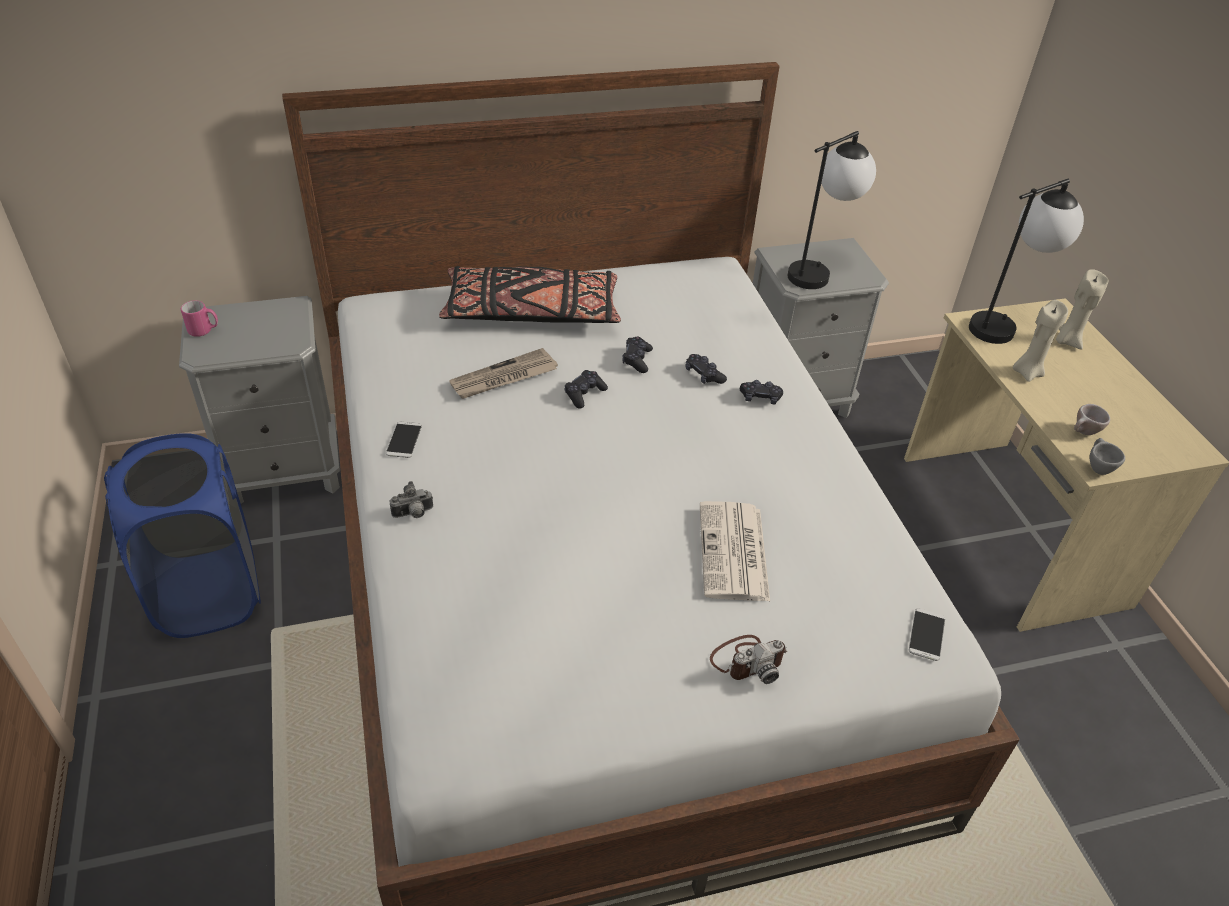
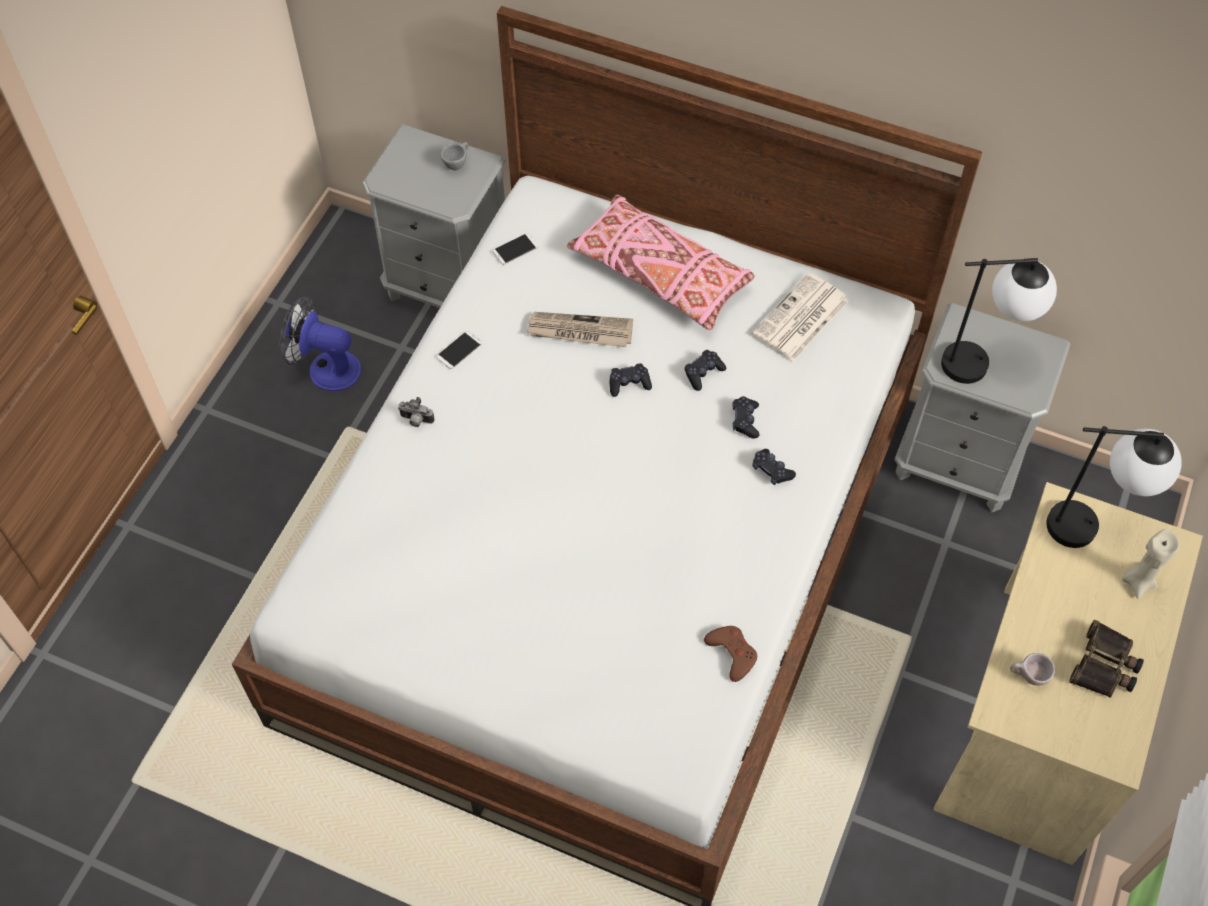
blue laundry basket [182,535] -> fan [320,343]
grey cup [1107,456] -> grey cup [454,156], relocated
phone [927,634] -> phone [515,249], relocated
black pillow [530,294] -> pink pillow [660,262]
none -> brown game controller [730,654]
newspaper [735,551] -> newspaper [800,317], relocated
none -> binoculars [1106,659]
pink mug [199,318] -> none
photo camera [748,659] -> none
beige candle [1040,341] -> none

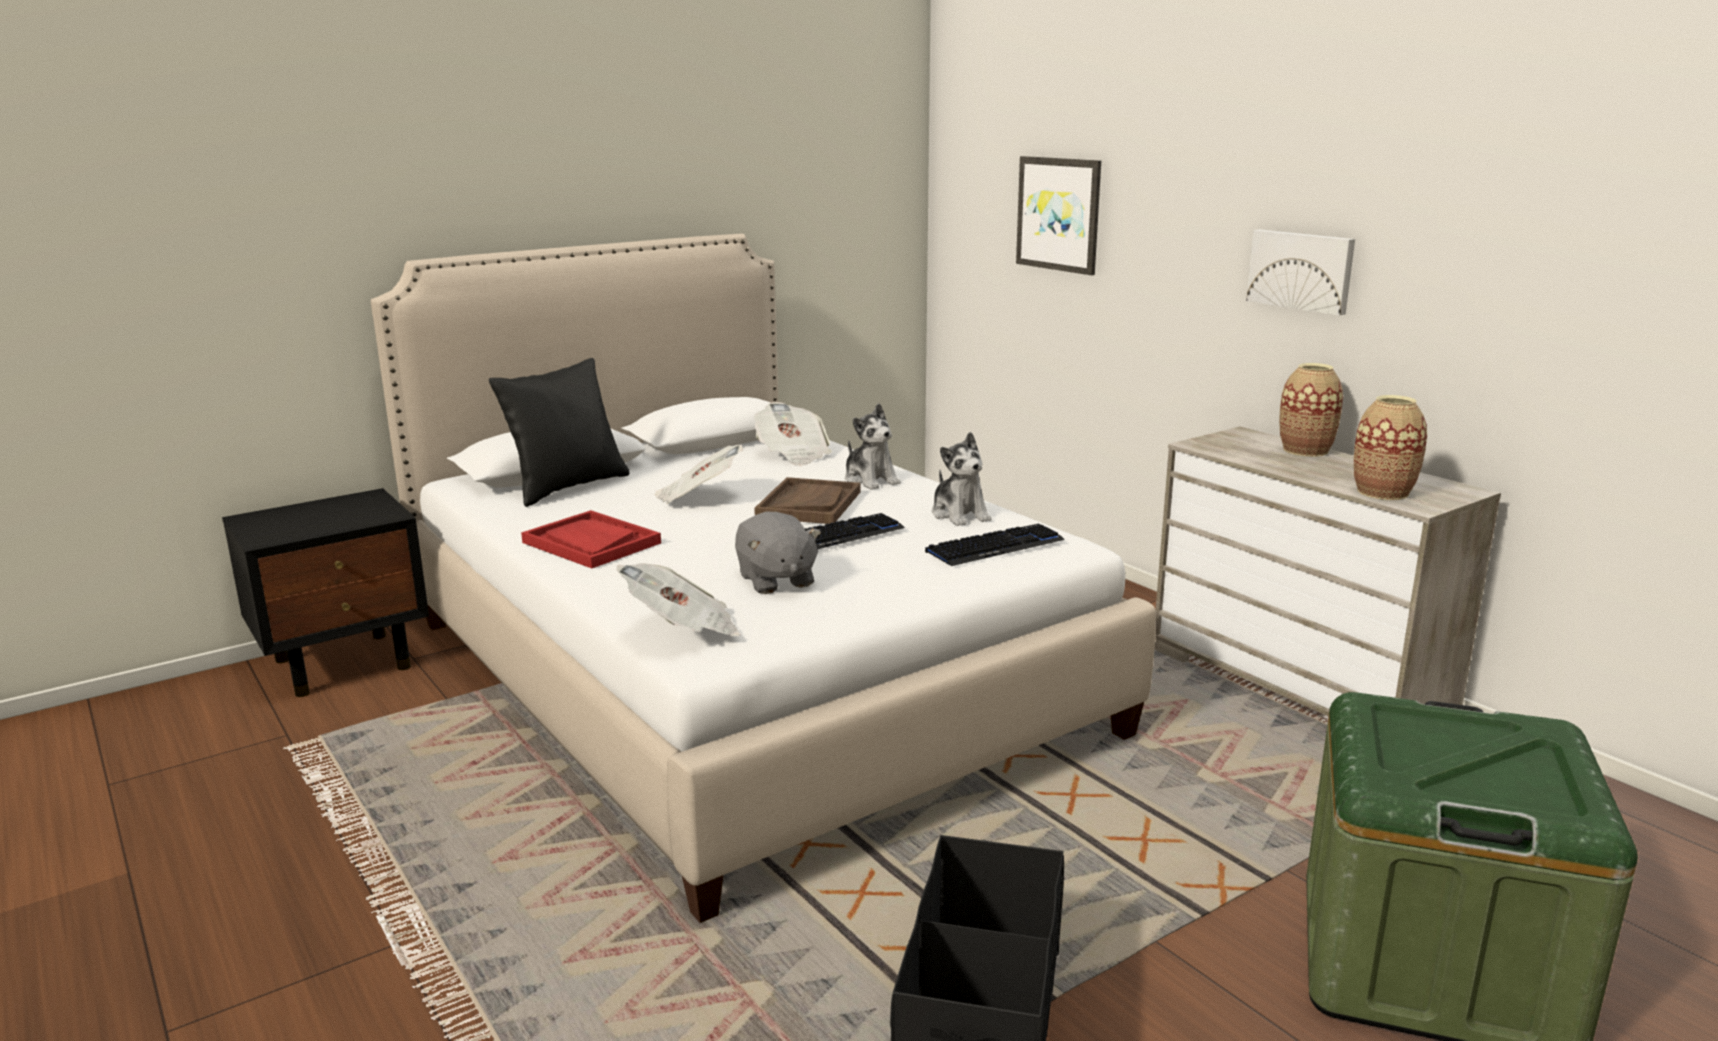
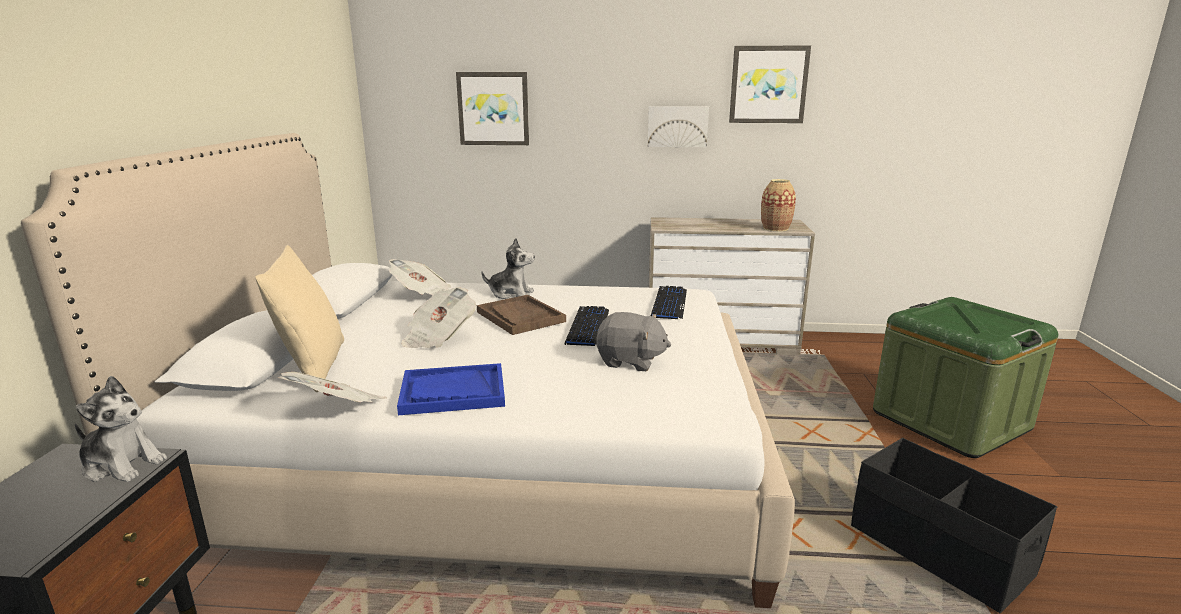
plush toy [961,479] -> plush toy [121,429], relocated
black pillow [559,432] -> beige pillow [299,318]
newspaper [678,599] -> newspaper [332,387], relocated
red tray [591,539] -> blue tray [451,389]
none -> picture [770,84]
vase [1311,410] -> none

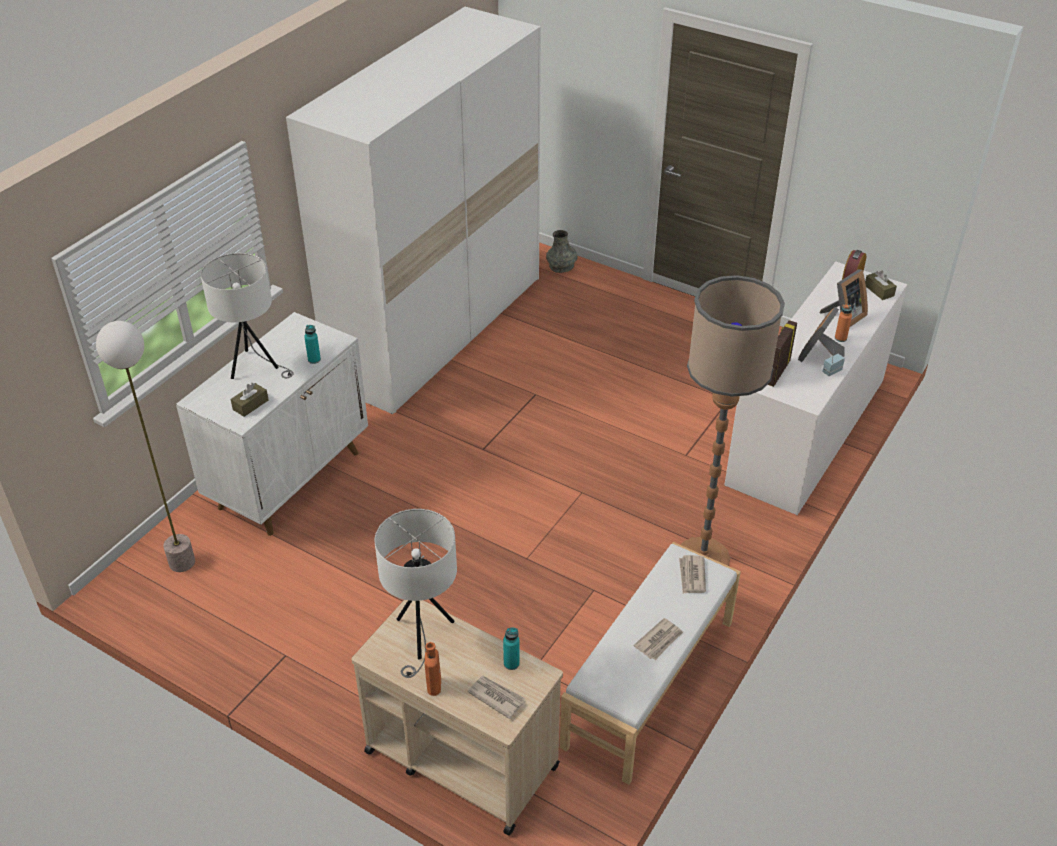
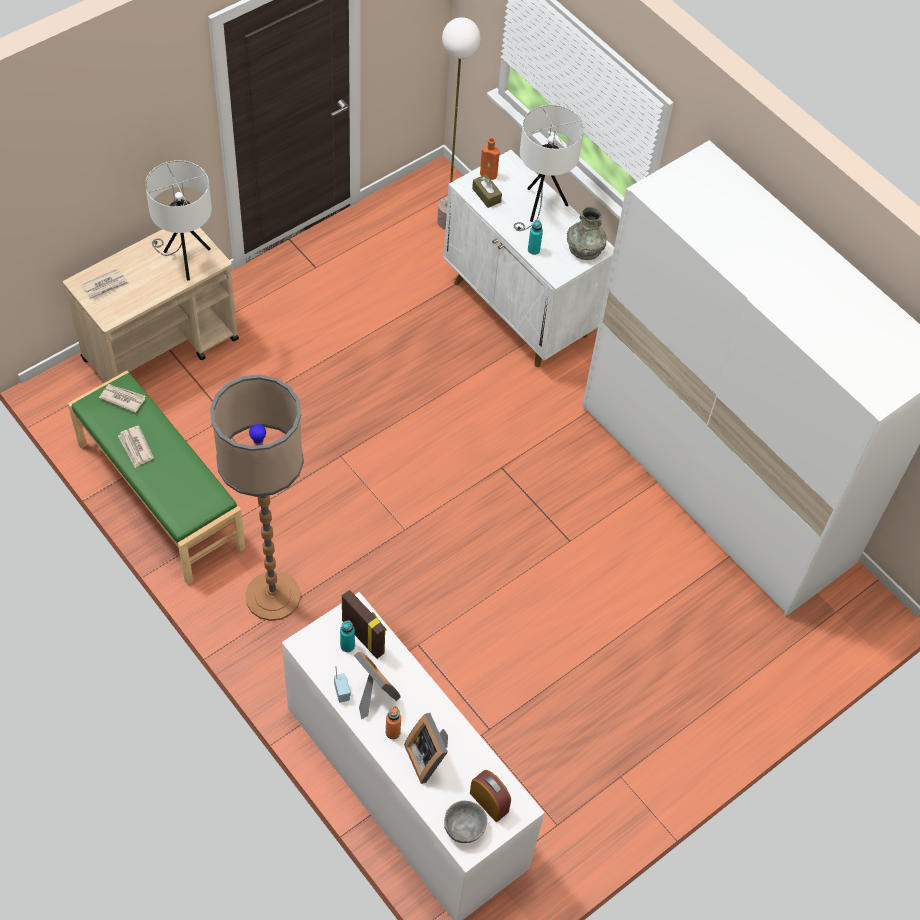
white bench [650,663] -> green bench [157,478]
newspaper [692,574] -> newspaper [122,398], relocated
turquoise bottle [511,648] -> turquoise bottle [347,636], relocated
brown tissue box [881,285] -> grey bowl [465,821]
orange bottle [433,669] -> orange bottle [490,159], relocated
grey vase [562,251] -> grey vase [587,233], relocated

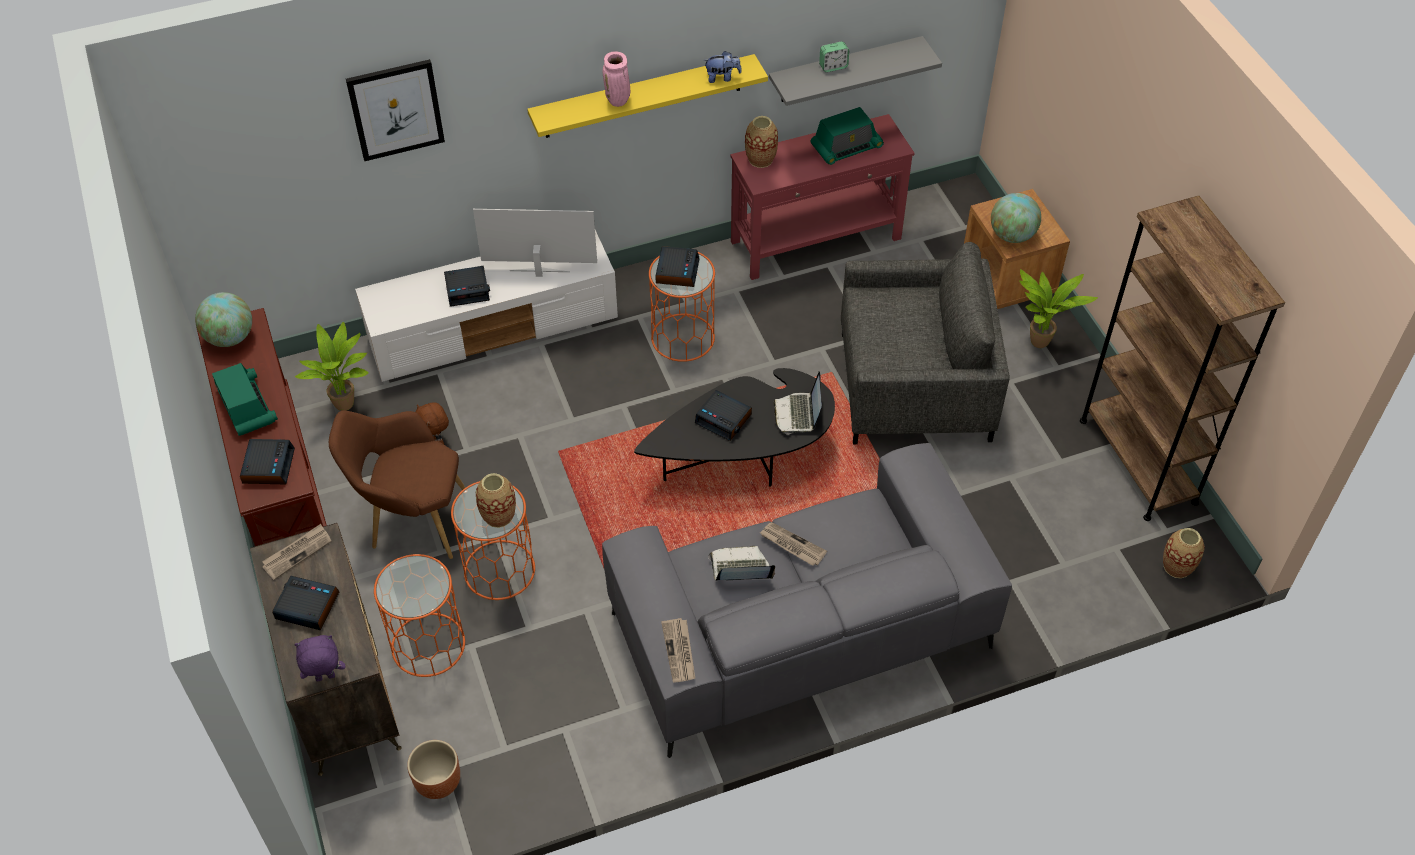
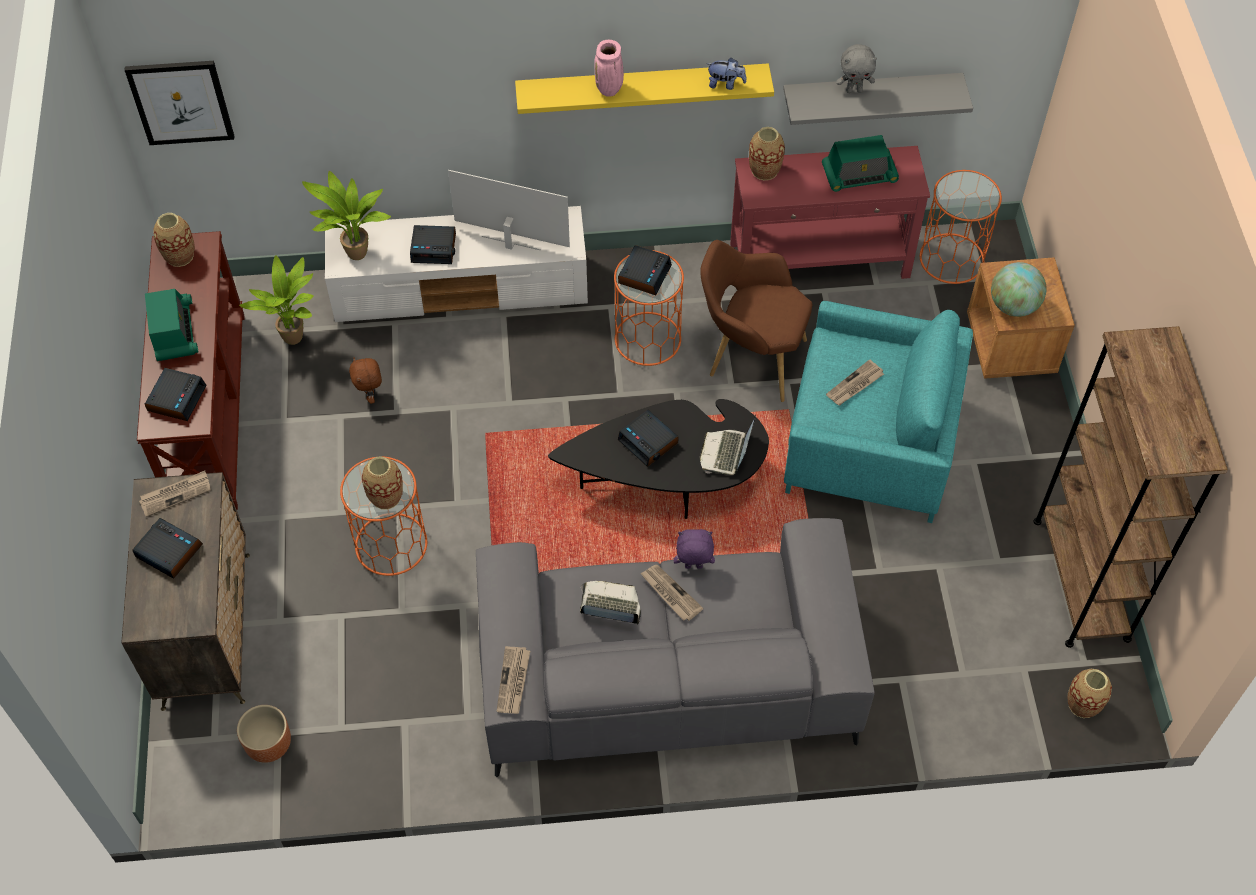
picture [395,110] -> picture [179,103], relocated
globe [223,319] -> vase [174,240]
potted plant [1058,308] -> potted plant [346,215], relocated
purple plush toy [319,658] -> purple plush toy [694,549], relocated
brown armchair [397,484] -> brown armchair [756,321], relocated
grey armchair [925,343] -> turquoise armchair [878,412]
none -> newspaper [855,382]
alarm clock [834,57] -> grey plush toy [856,68]
orange side table [419,615] -> orange side table [961,227], relocated

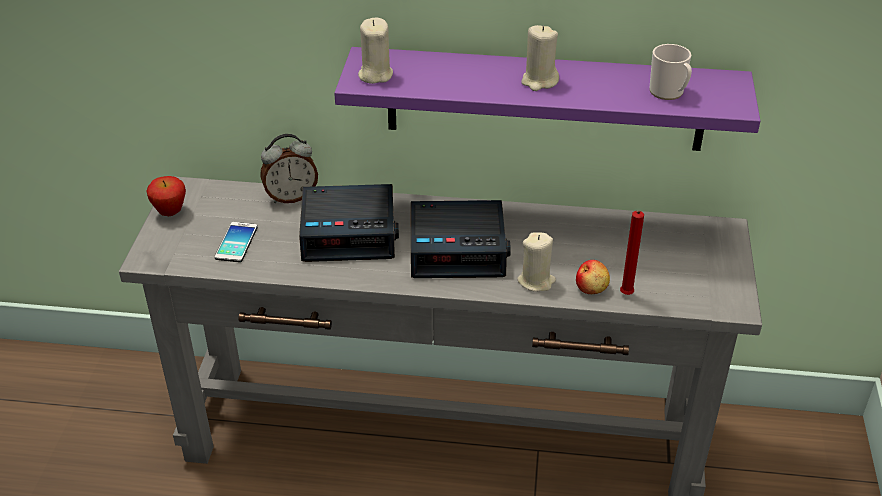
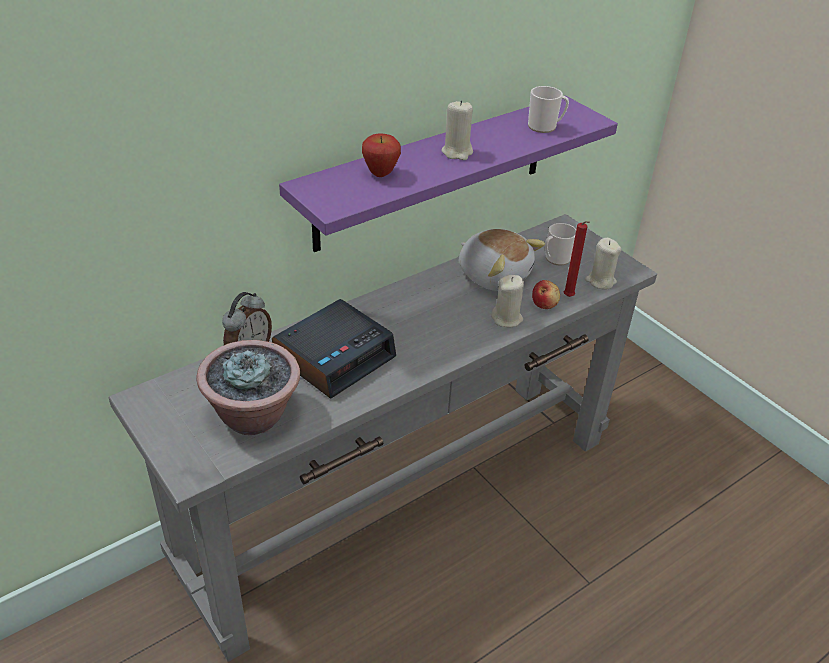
phone [236,242] -> potted plant [248,387]
apple [166,196] -> apple [381,155], relocated
none -> plush toy [502,260]
none -> mug [560,244]
beige candle [375,51] -> beige candle [603,264], relocated
alarm clock [461,239] -> none

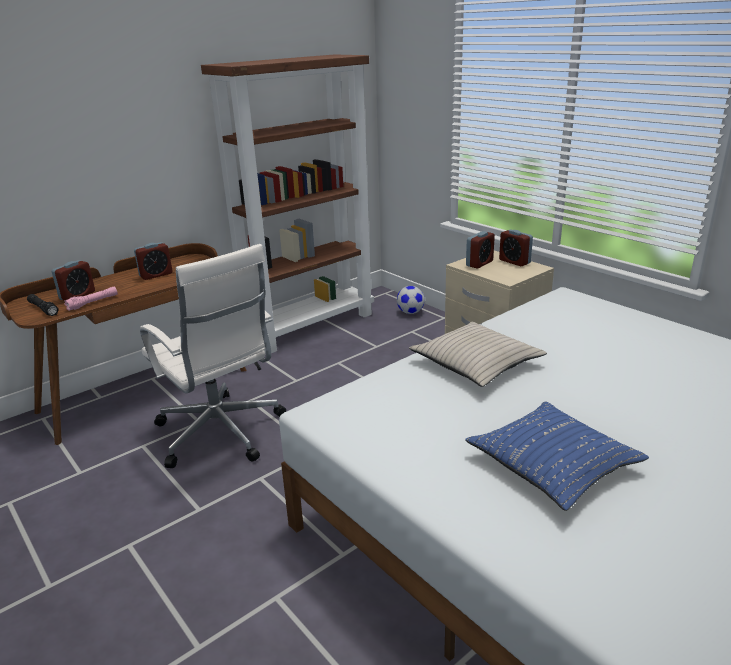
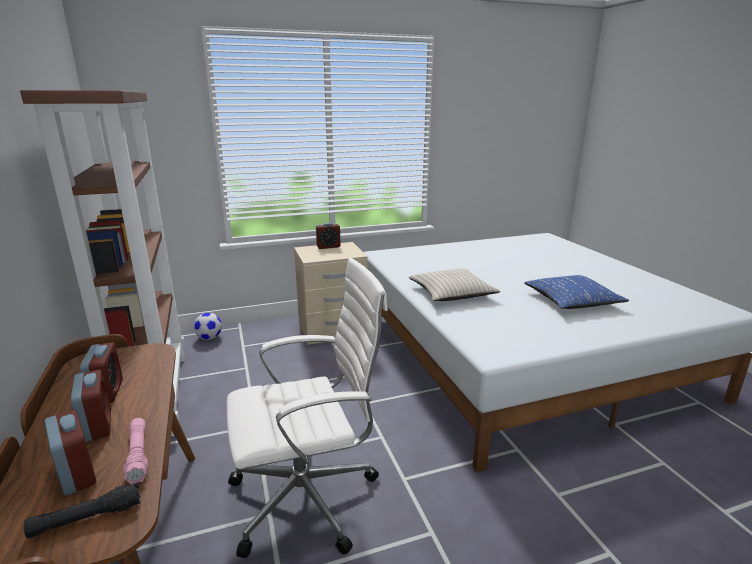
alarm clock [480,250] -> alarm clock [91,405], relocated

